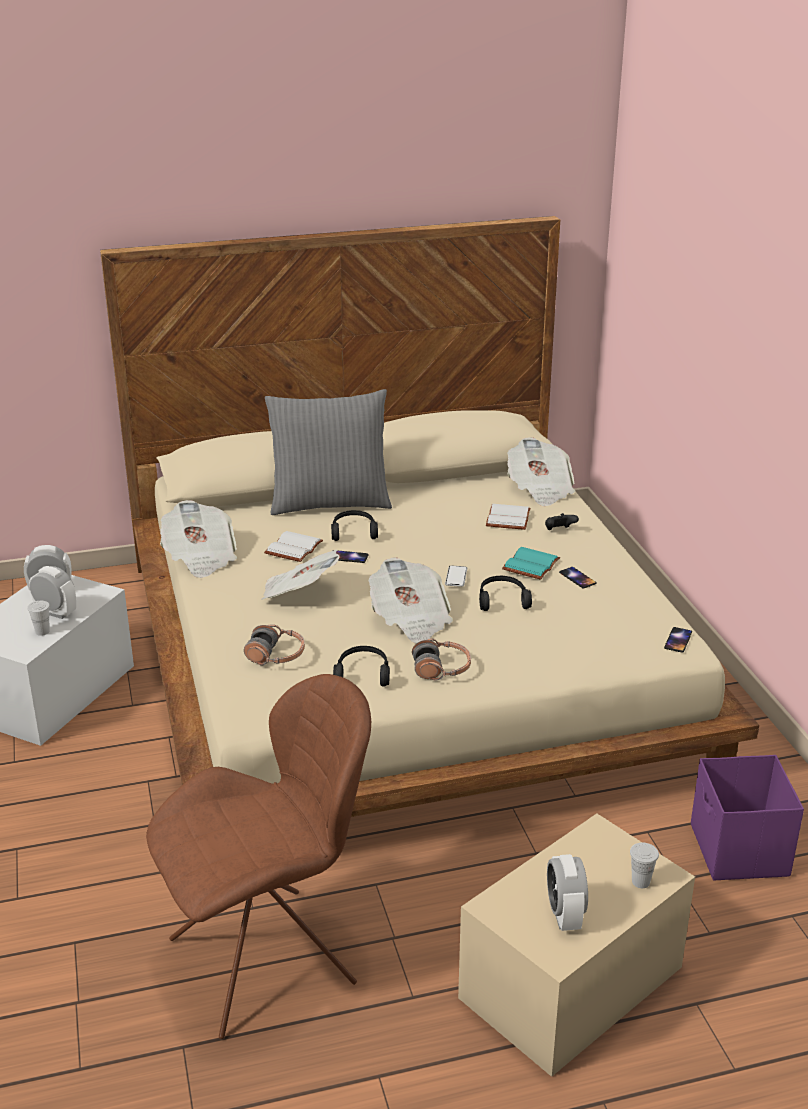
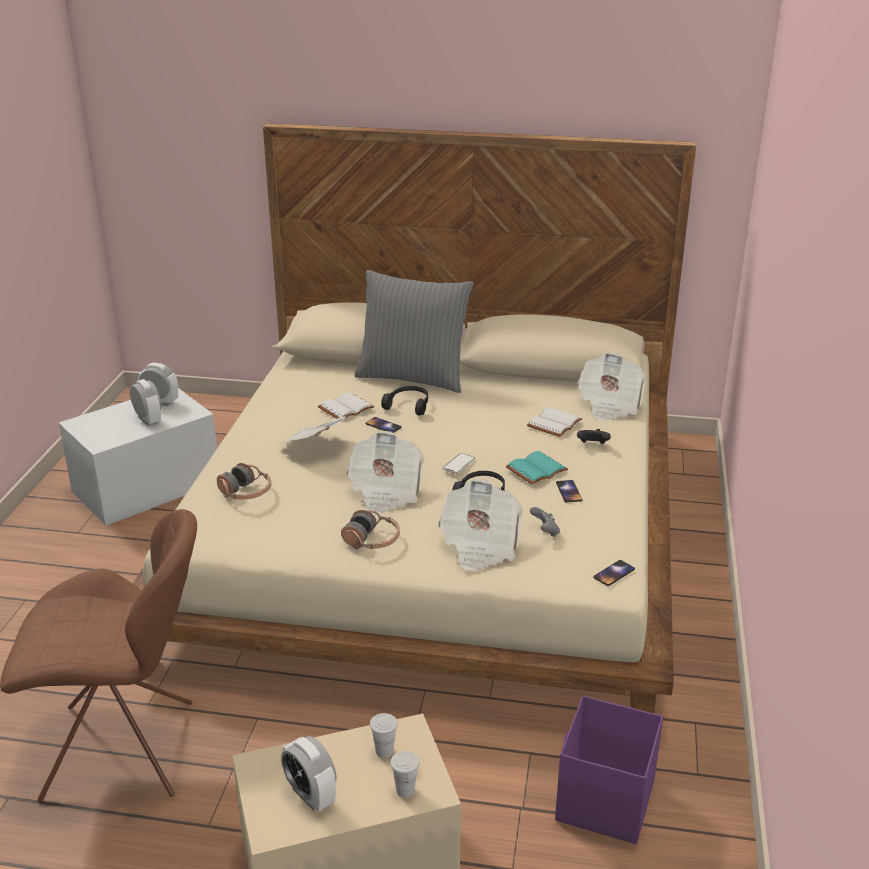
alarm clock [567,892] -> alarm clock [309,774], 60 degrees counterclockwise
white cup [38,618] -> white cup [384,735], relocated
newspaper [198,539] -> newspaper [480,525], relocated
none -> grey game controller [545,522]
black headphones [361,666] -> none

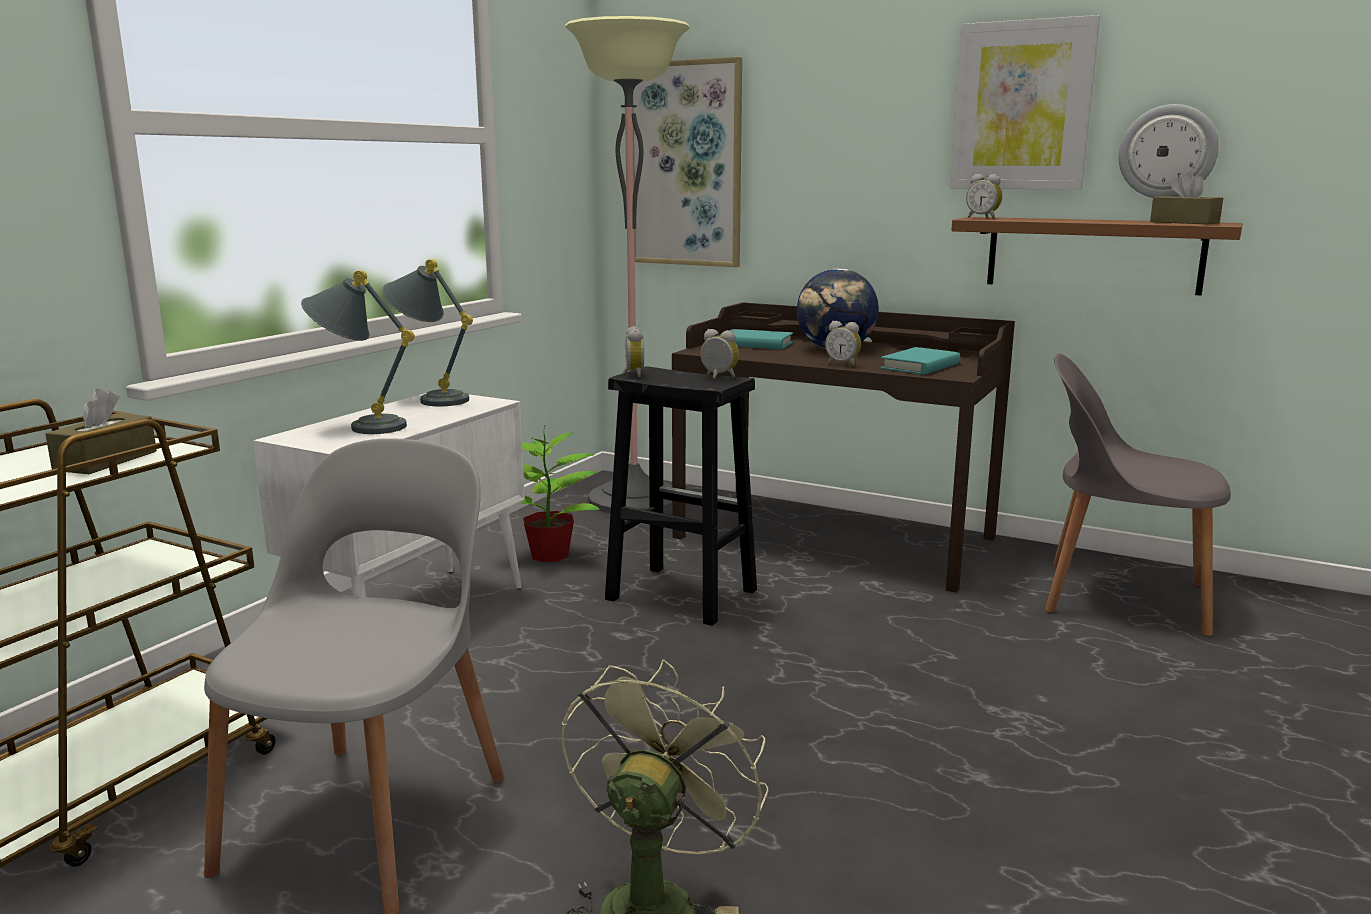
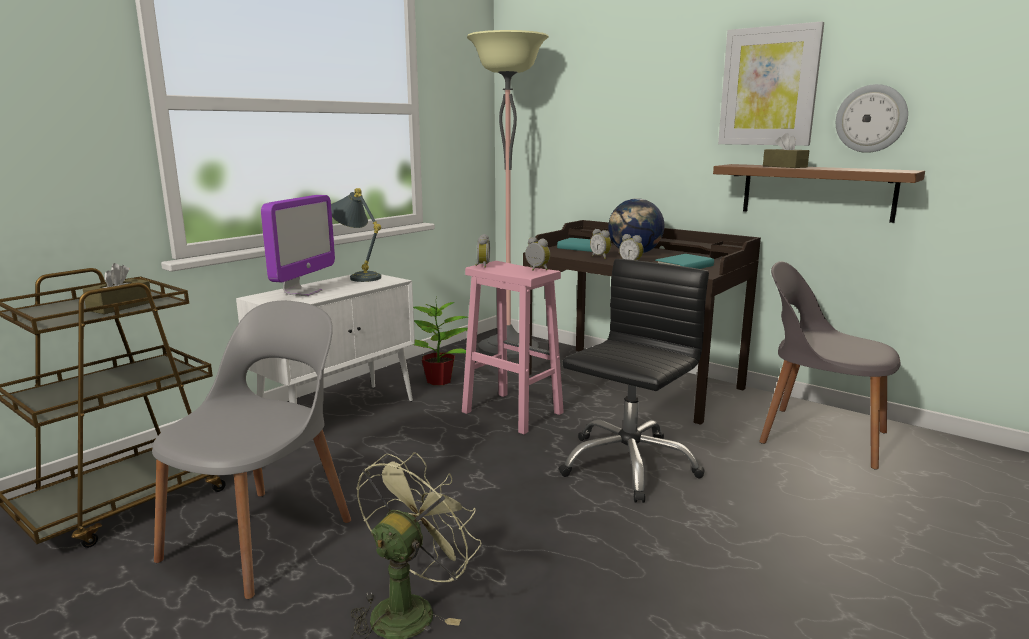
grey table lamp [358,352] -> monitor [298,245]
black stool [681,496] -> pink stool [513,347]
none -> black office chair [634,381]
alarm clock [984,196] -> alarm clock [601,244], relocated
brown tissue box [1186,198] -> brown tissue box [786,150], relocated
picture [687,162] -> none

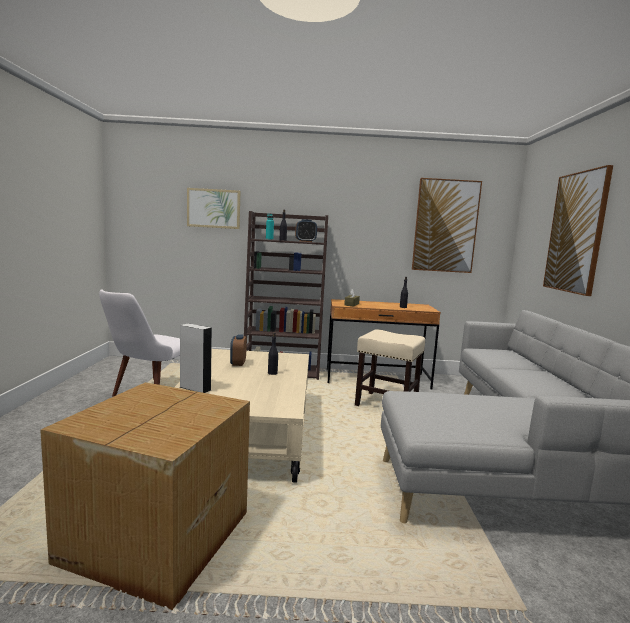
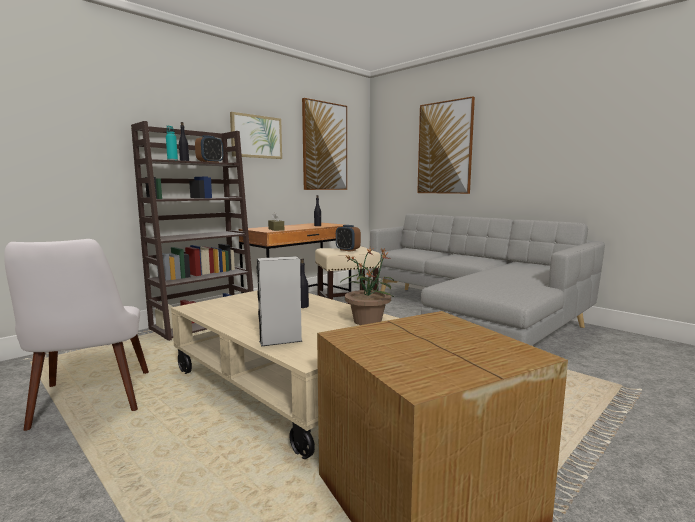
picture [213,208] -> picture [256,135], relocated
alarm clock [238,350] -> alarm clock [348,238], relocated
none -> potted plant [367,286]

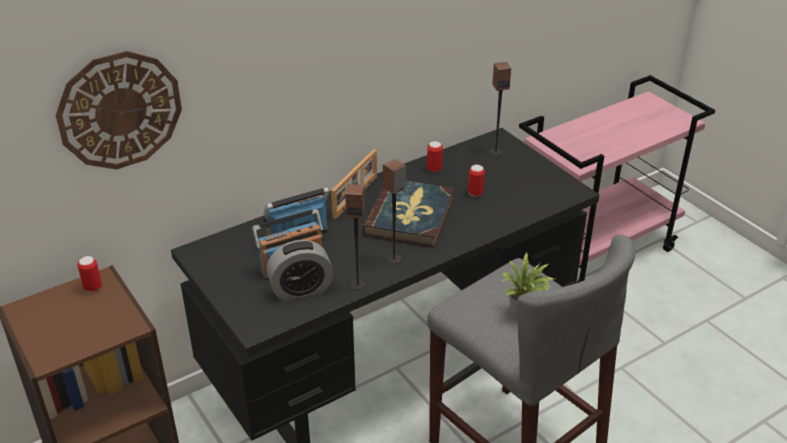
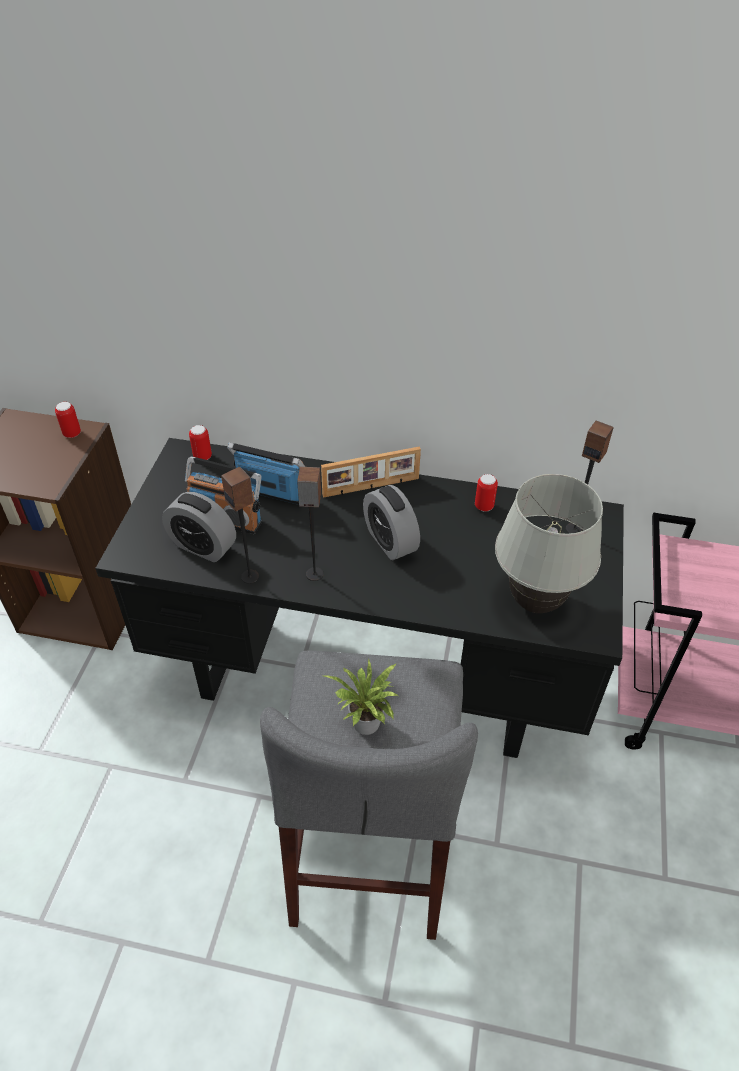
can [476,181] -> can [200,442], relocated
book [408,214] -> alarm clock [391,522]
none -> white table lamp [549,543]
wall clock [119,110] -> none

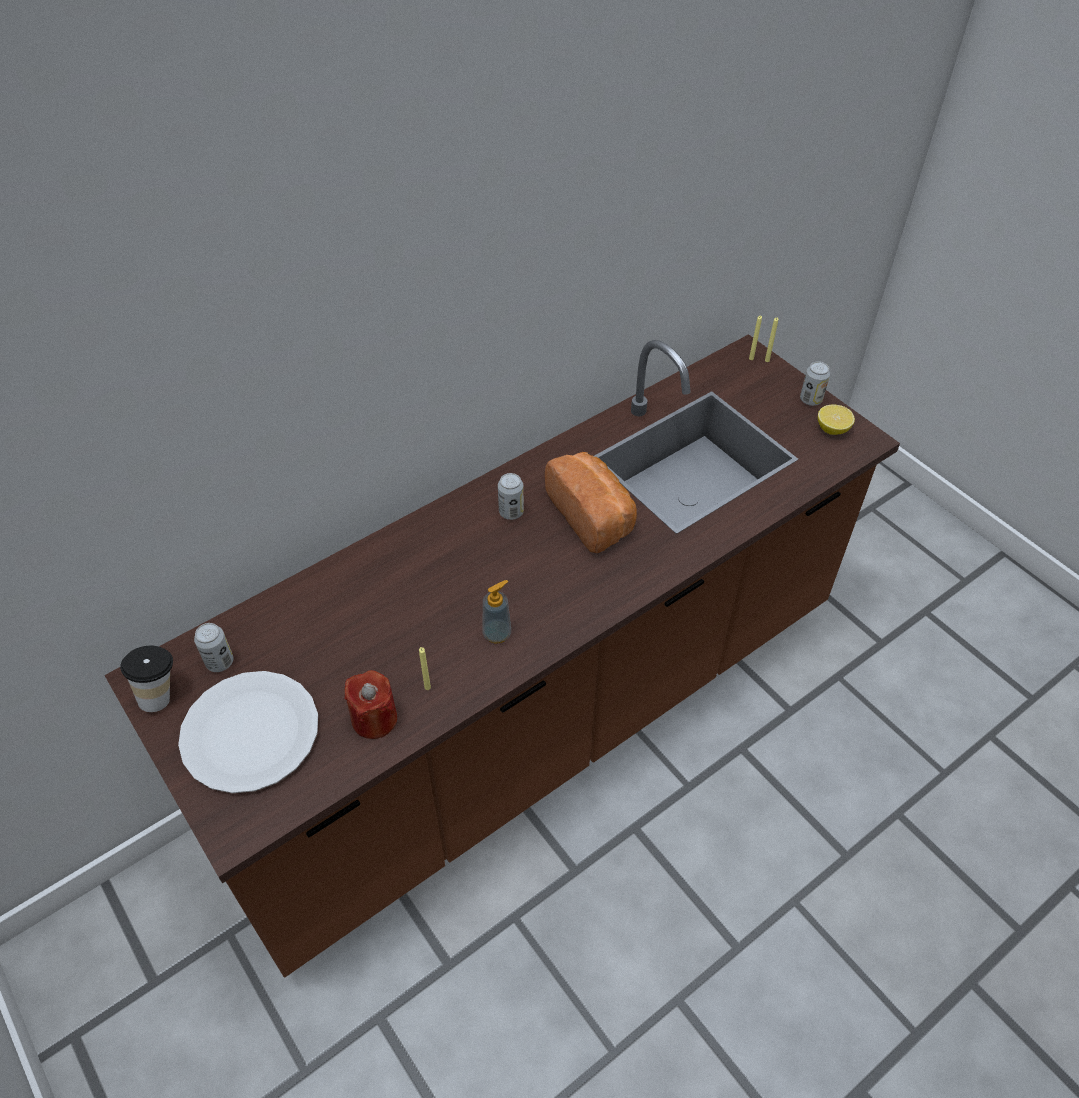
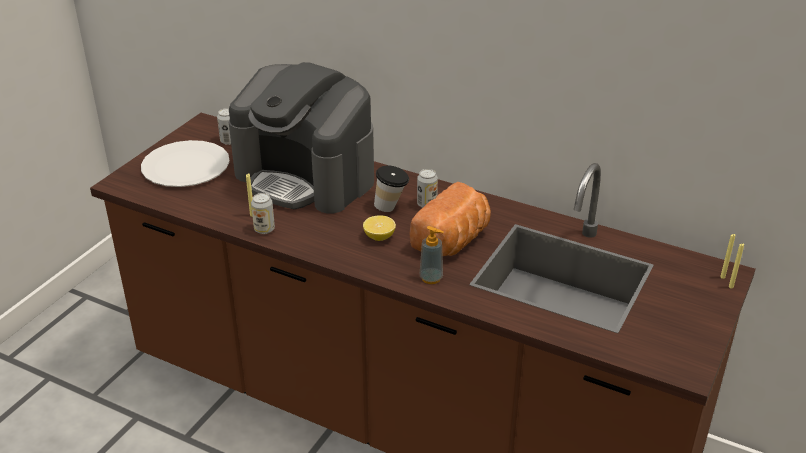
none -> coffee machine [301,137]
can [815,383] -> can [263,213], relocated
lemon [836,420] -> lemon [379,228], relocated
cup [146,679] -> cup [391,188], relocated
soap dispenser [496,611] -> soap dispenser [432,255], relocated
red candle [371,704] -> none

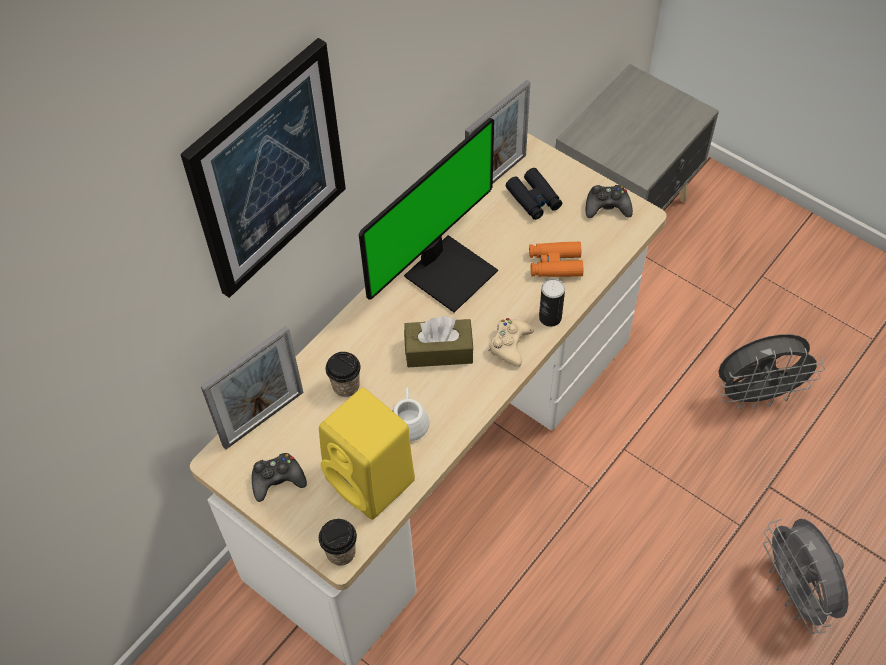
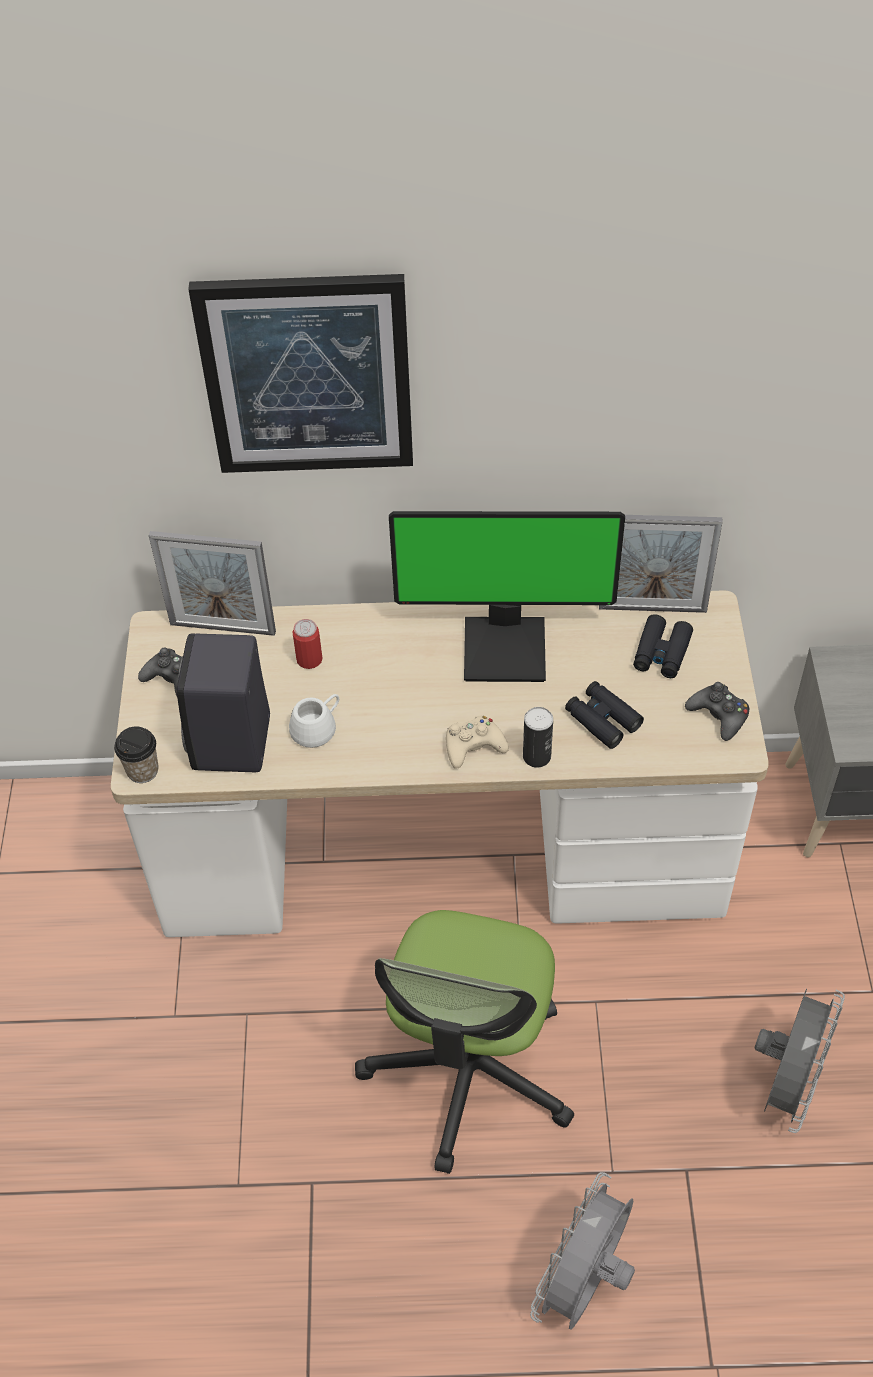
yellow speaker [367,454] -> black speaker [223,702]
cup [343,374] -> can [307,644]
none -> office chair [464,1042]
orange binoculars [556,259] -> black binoculars [604,715]
grey fan [771,372] -> grey fan [799,1061], 105 degrees counterclockwise
brown tissue box [439,341] -> none

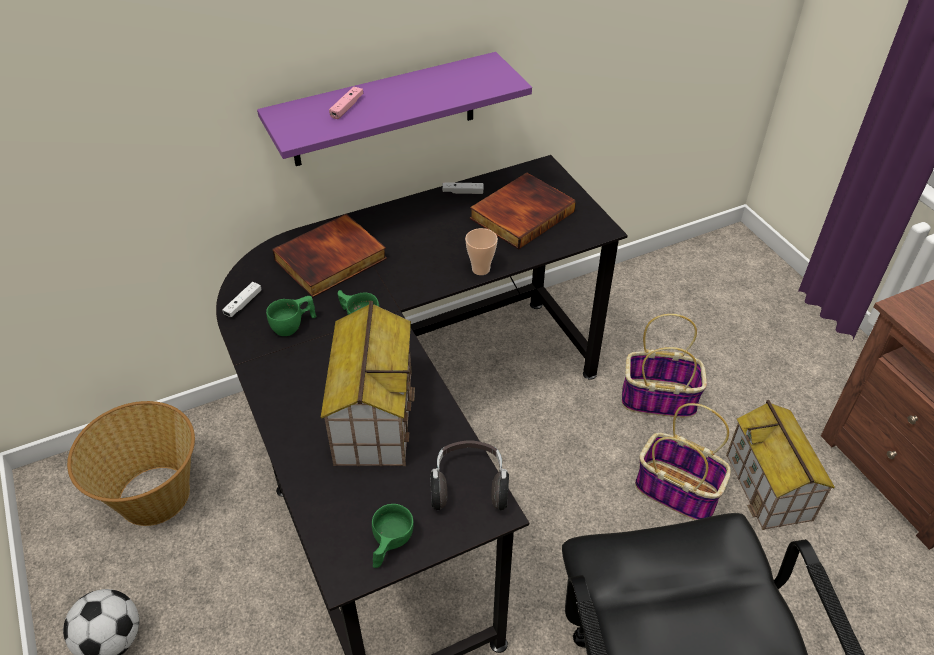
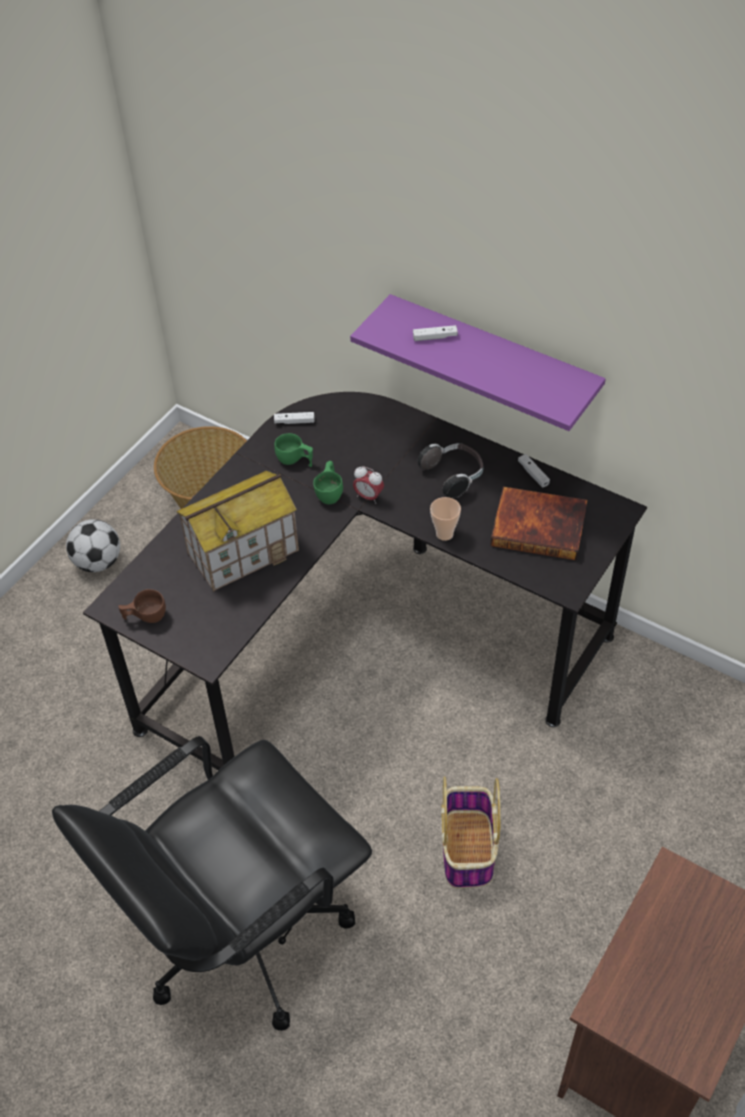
green cup [393,536] -> brown cup [142,606]
none -> alarm clock [368,485]
pink game controller [346,103] -> white game controller [435,333]
headphones [469,475] -> headphones [451,470], relocated
book [329,256] -> none
basket [664,366] -> none
toy house [780,465] -> none

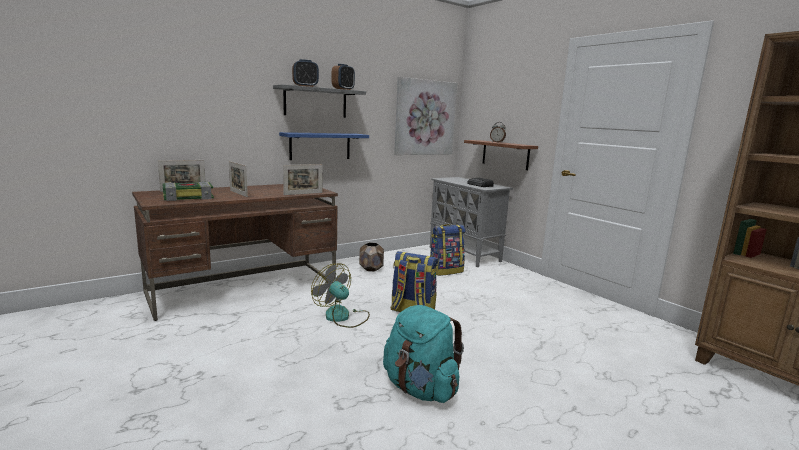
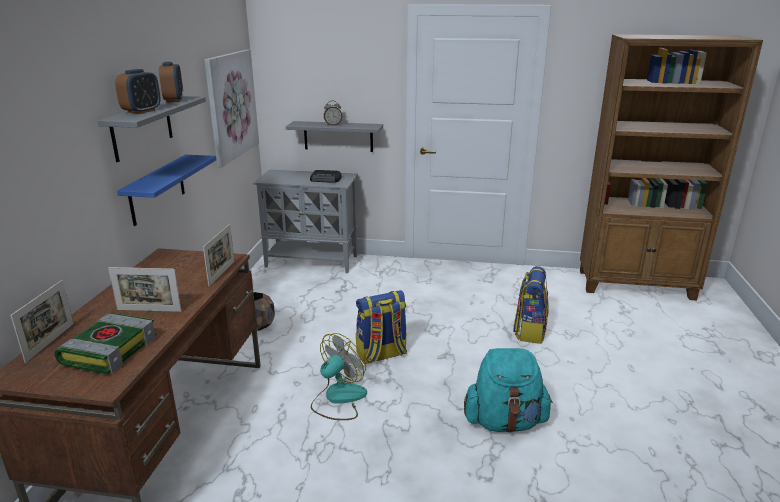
brown shelf [501,155] -> grey shelf [334,136]
fan [340,295] -> fan [339,376], 135 degrees clockwise
backpack [448,250] -> backpack [531,305], relocated

